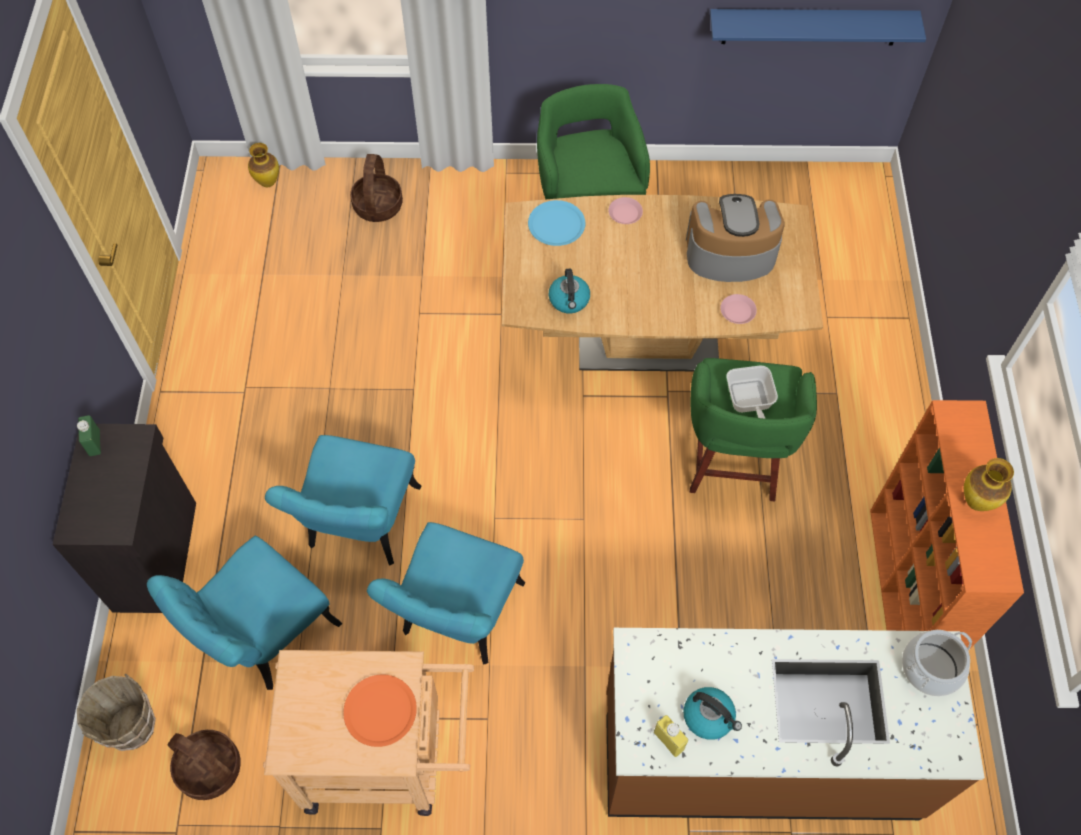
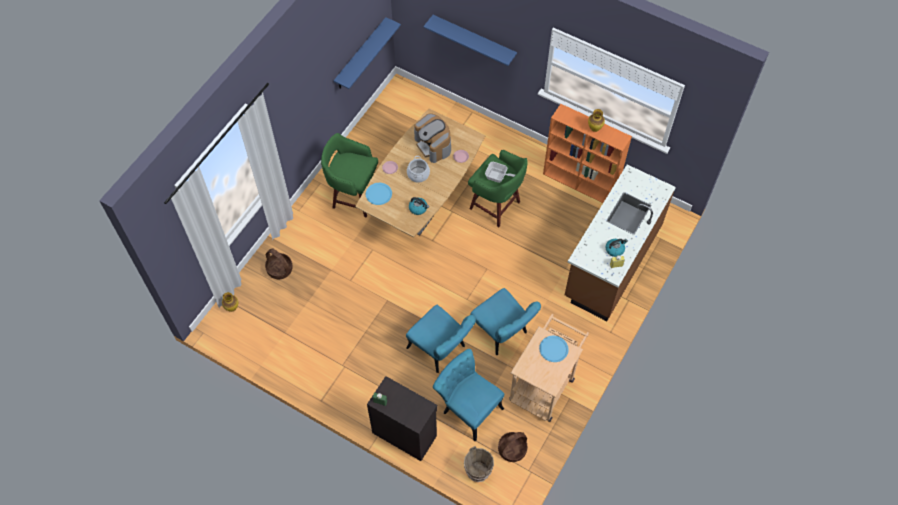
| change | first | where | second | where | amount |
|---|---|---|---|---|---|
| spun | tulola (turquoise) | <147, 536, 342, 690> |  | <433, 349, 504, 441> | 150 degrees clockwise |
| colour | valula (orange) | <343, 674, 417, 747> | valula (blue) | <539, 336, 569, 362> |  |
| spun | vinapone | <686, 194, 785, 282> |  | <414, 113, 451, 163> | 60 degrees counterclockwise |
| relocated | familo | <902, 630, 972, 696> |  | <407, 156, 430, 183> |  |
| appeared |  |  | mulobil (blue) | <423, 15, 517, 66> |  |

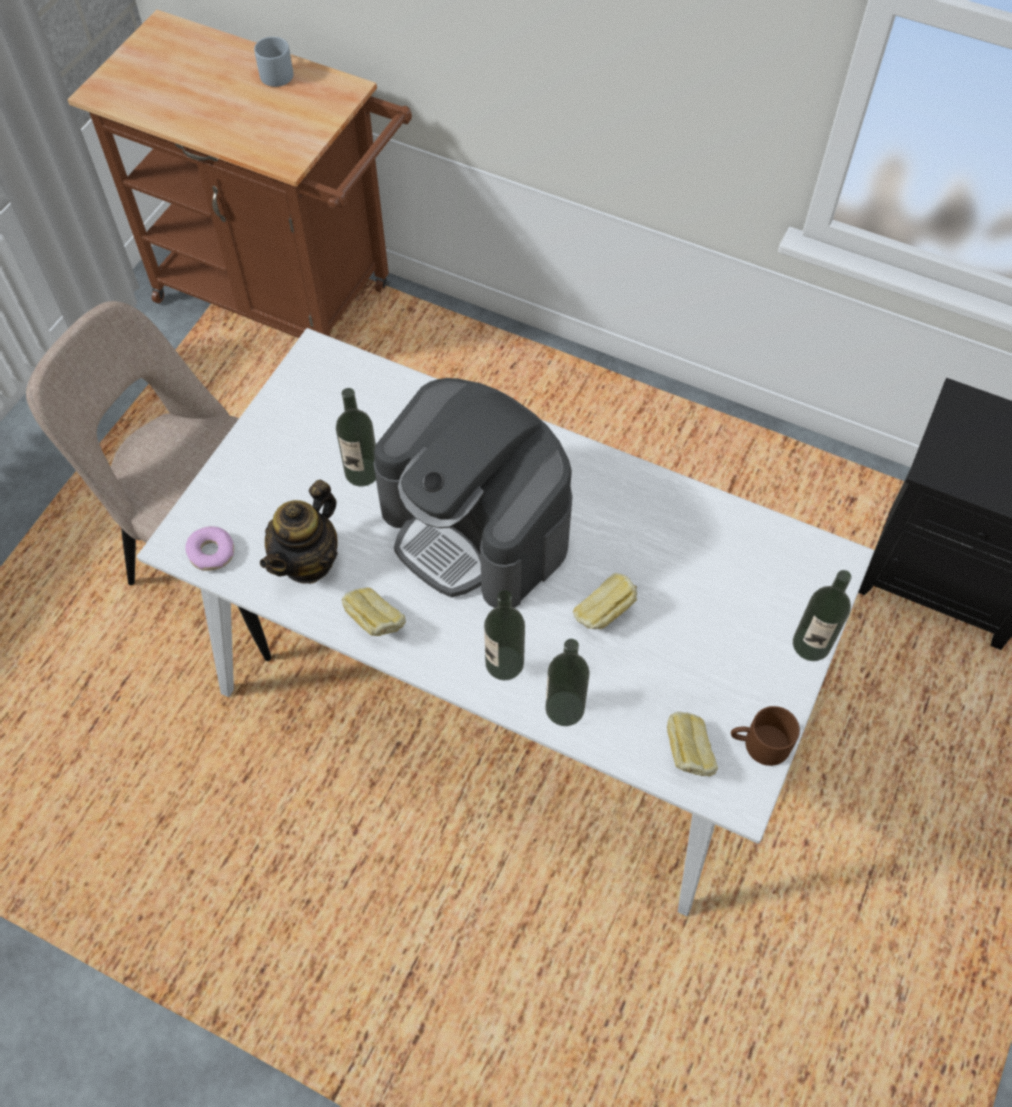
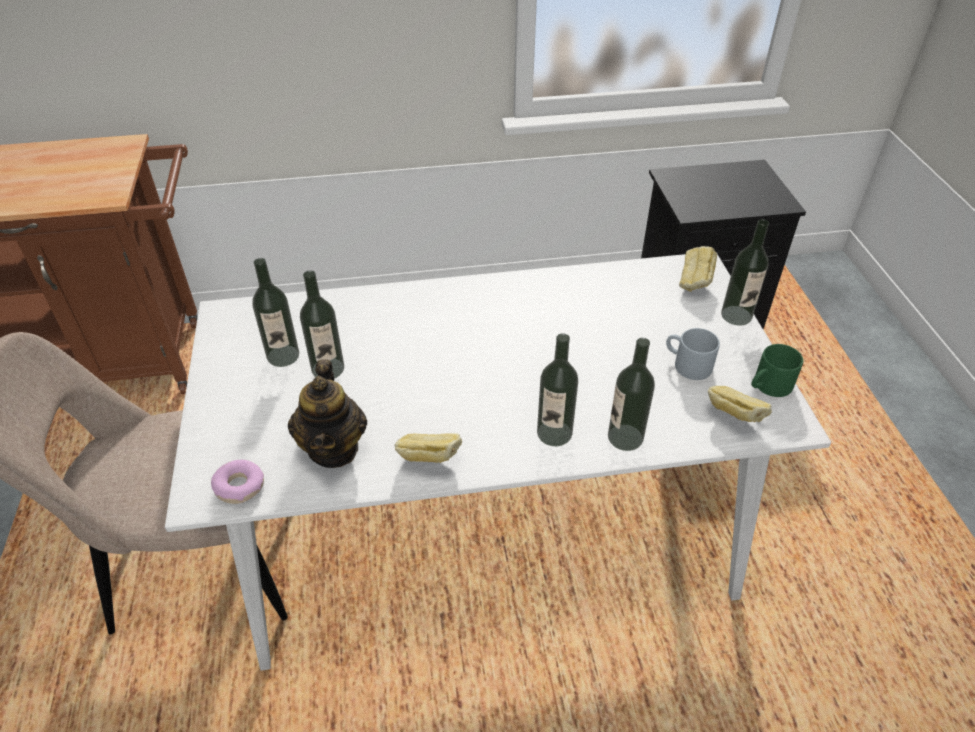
| change | first | where | second | where | amount |
|---|---|---|---|---|---|
| relocated | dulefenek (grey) | <254, 37, 294, 87> |  | <666, 328, 720, 380> |  |
| missing | vinapone | <373, 378, 573, 608> |  |  |  |
| relocated | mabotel | <573, 573, 637, 629> |  | <679, 246, 717, 292> |  |
| colour | dulefenek (brown) | <731, 706, 800, 766> | dulefenek (green) | <751, 344, 803, 397> |  |
| appeared |  |  | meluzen | <252, 258, 299, 367> |  |

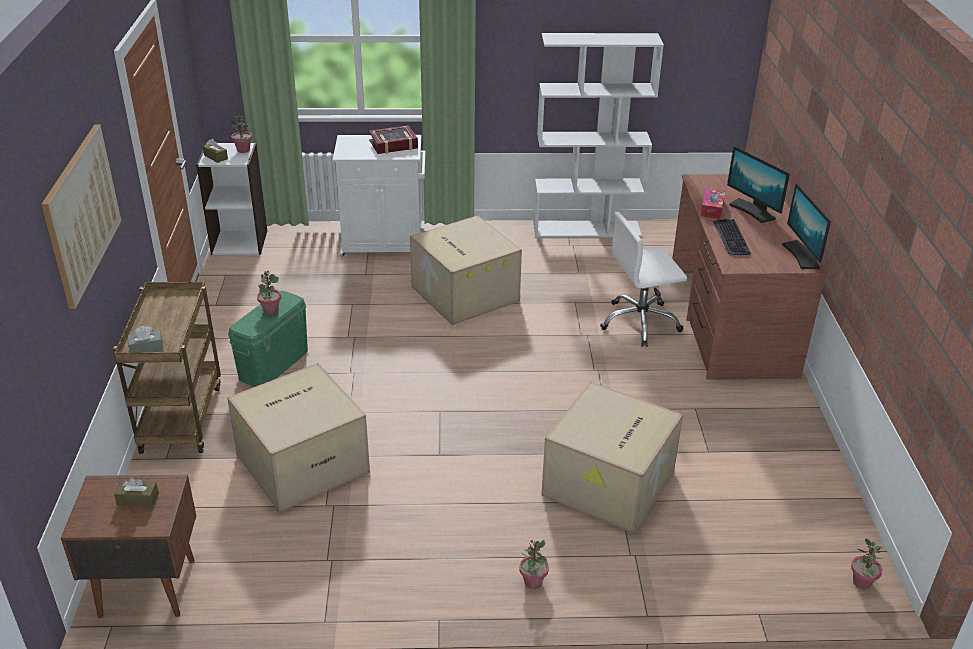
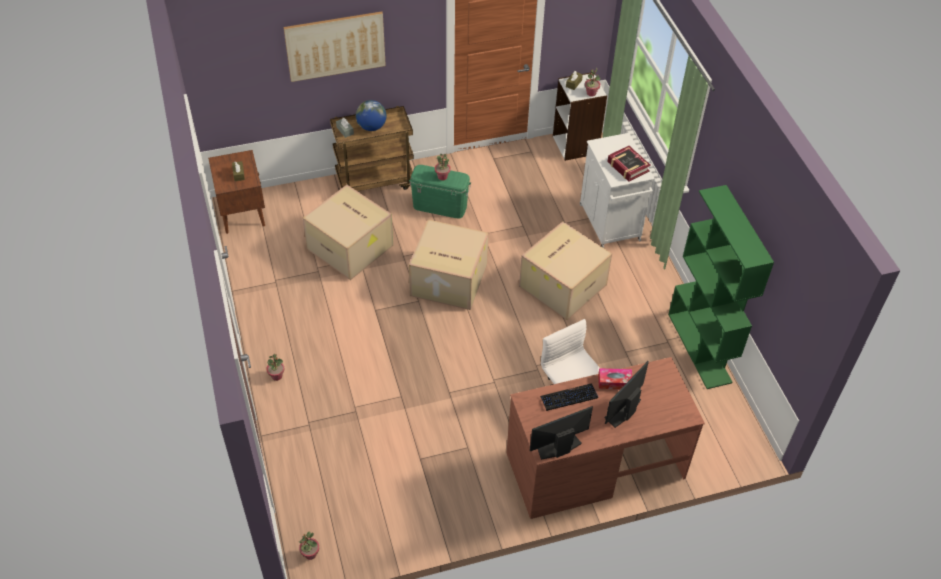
| change | first | where | second | where | amount |
|---|---|---|---|---|---|
| colour | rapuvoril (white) | <533, 33, 664, 238> | rapuvoril (green) | <668, 185, 774, 389> |  |
| relocated | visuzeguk | <541, 382, 683, 534> |  | <409, 219, 489, 310> |  |
| appeared |  |  | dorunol | <356, 100, 386, 131> |  |

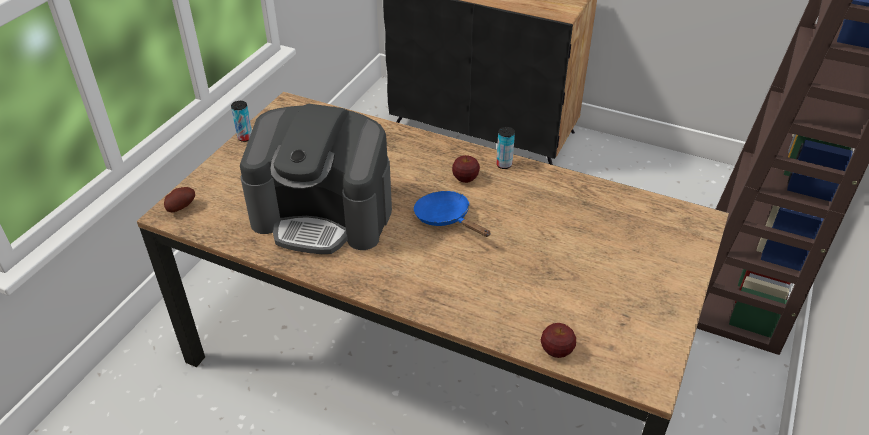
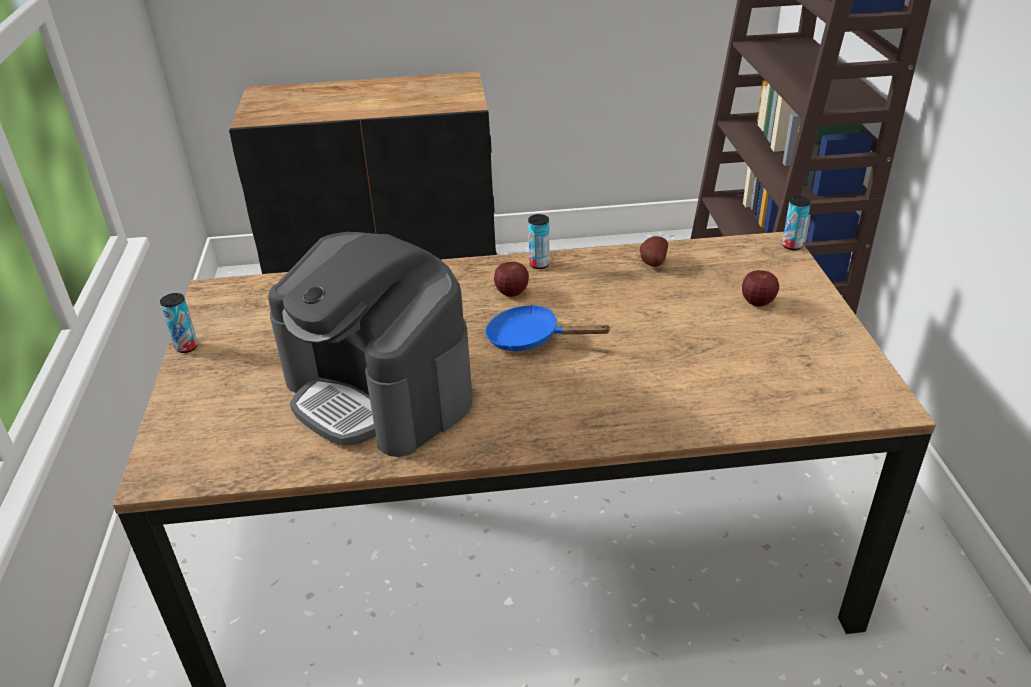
| change | first | where | second | where | amount |
|---|---|---|---|---|---|
| relocated | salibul | <164, 187, 195, 212> |  | <640, 236, 668, 267> |  |
| spun | vinapone | <240, 104, 392, 254> |  | <268, 232, 473, 457> | 60 degrees clockwise |
| relocated | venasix | <541, 323, 576, 358> |  | <742, 270, 779, 307> |  |
| appeared |  |  | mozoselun | <782, 196, 811, 250> |  |

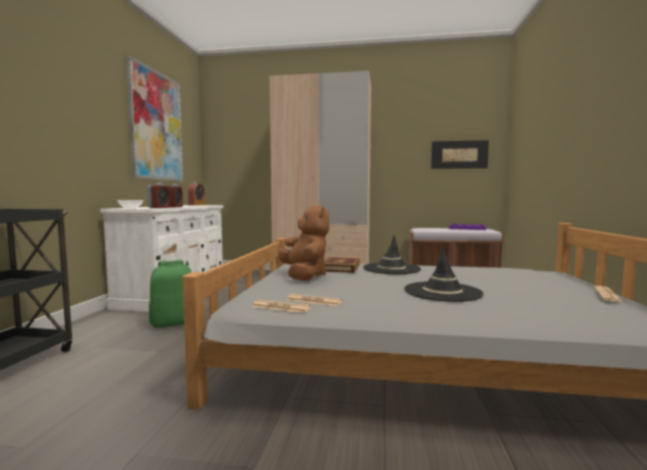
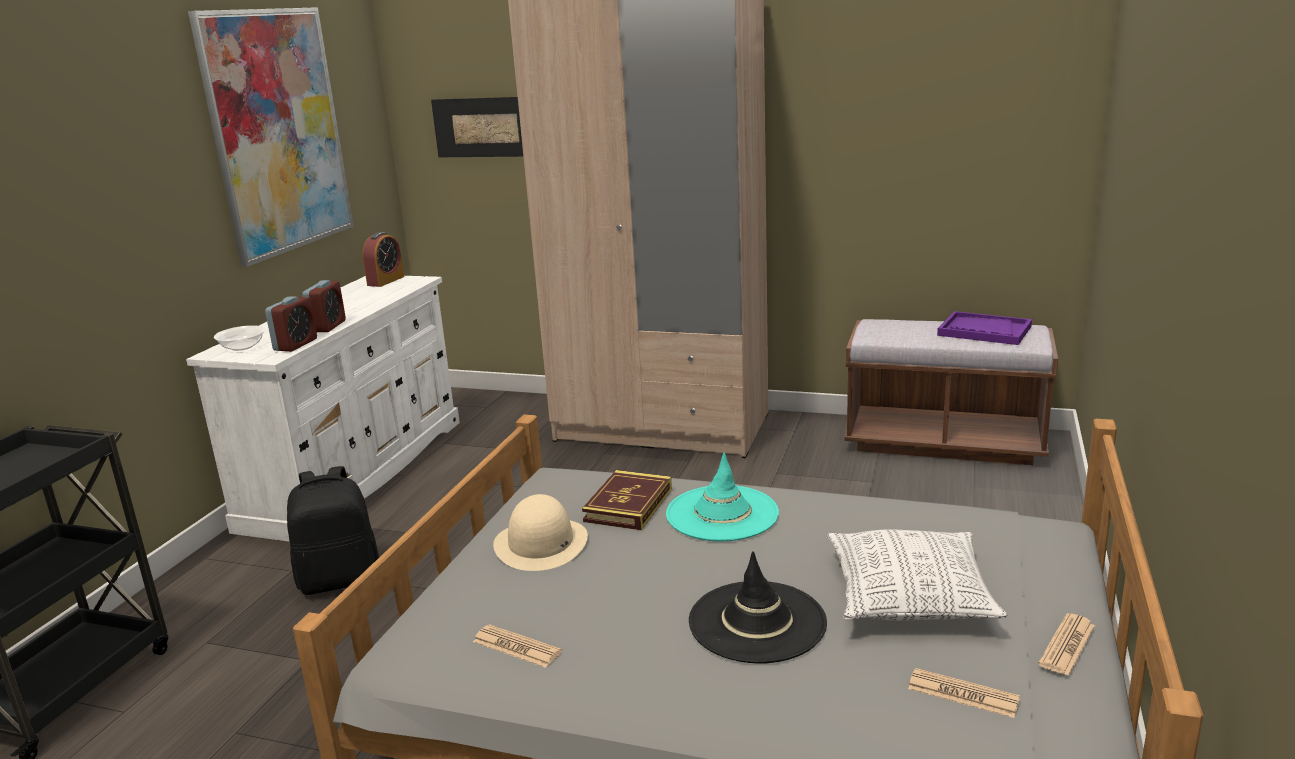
| change | first | where | second | where | amount |
|---|---|---|---|---|---|
| colour | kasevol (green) | <149, 260, 191, 328> | kasevol (black) | <287, 466, 379, 595> |  |
| relocated | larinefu | <252, 300, 311, 313> |  | <908, 668, 1020, 718> |  |
| exchanged | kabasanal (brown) | <278, 205, 329, 281> | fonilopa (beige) | <493, 494, 588, 571> |  |
| colour | fonilopa (black) | <363, 235, 421, 274> | fonilopa (turquoise) | <666, 452, 779, 542> |  |
| relocated | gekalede | <431, 140, 489, 169> |  | <431, 97, 523, 157> |  |
| appeared |  |  | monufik | <828, 530, 1007, 621> |  |

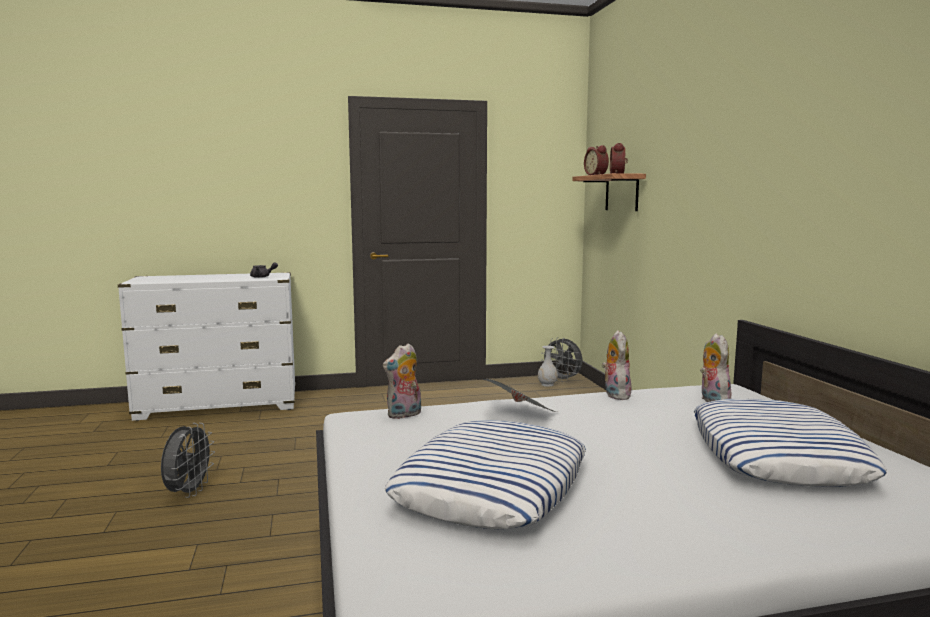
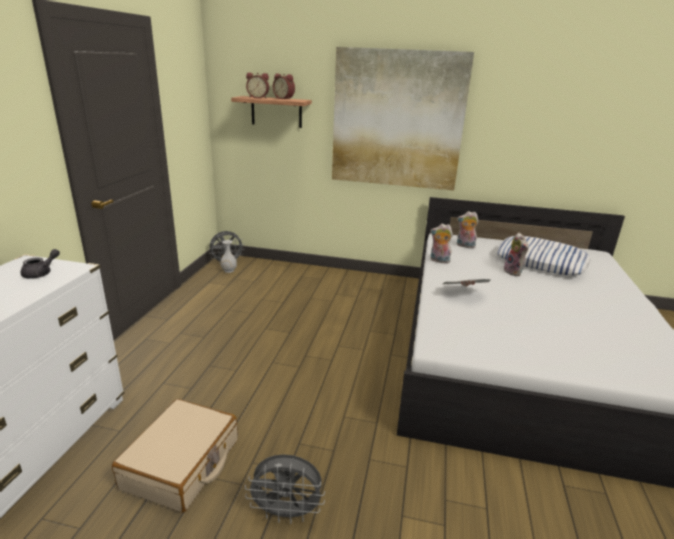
| change | first | where | second | where | amount |
|---|---|---|---|---|---|
| spun | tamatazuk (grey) | <161, 423, 215, 498> |  | <245, 454, 325, 524> | 150 degrees clockwise |
| relocated | kabasanal | <383, 343, 421, 419> |  | <504, 232, 529, 276> |  |
| missing | monufik | <384, 420, 586, 529> |  |  |  |
| appeared |  |  | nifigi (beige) | <112, 399, 238, 513> |  |
| appeared |  |  | gekalede | <332, 47, 474, 190> |  |

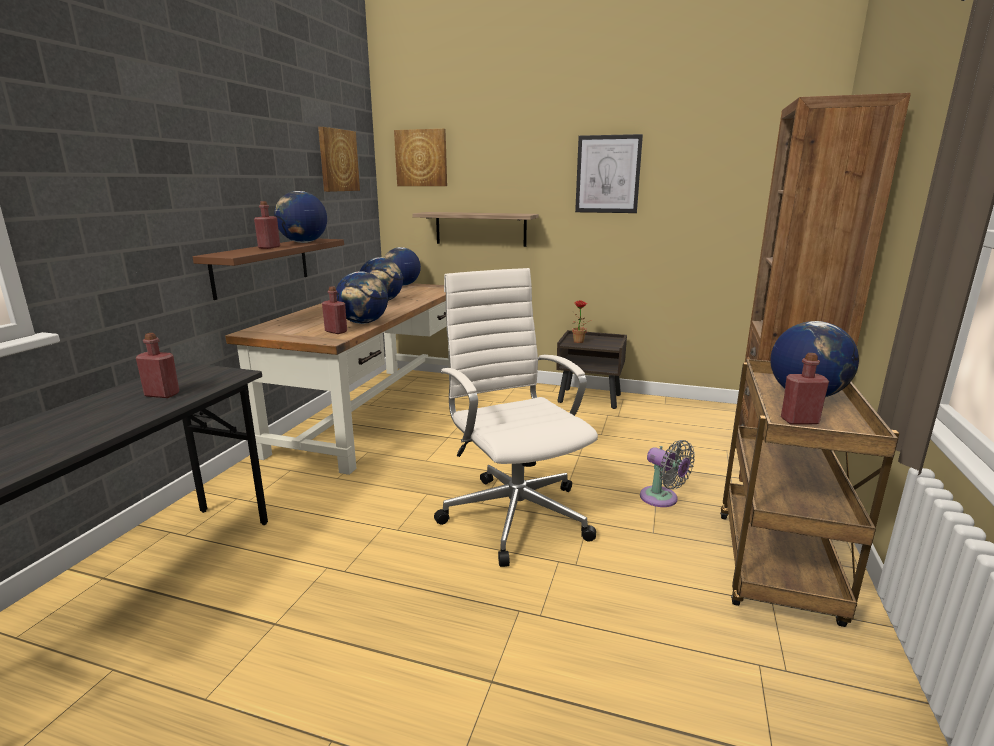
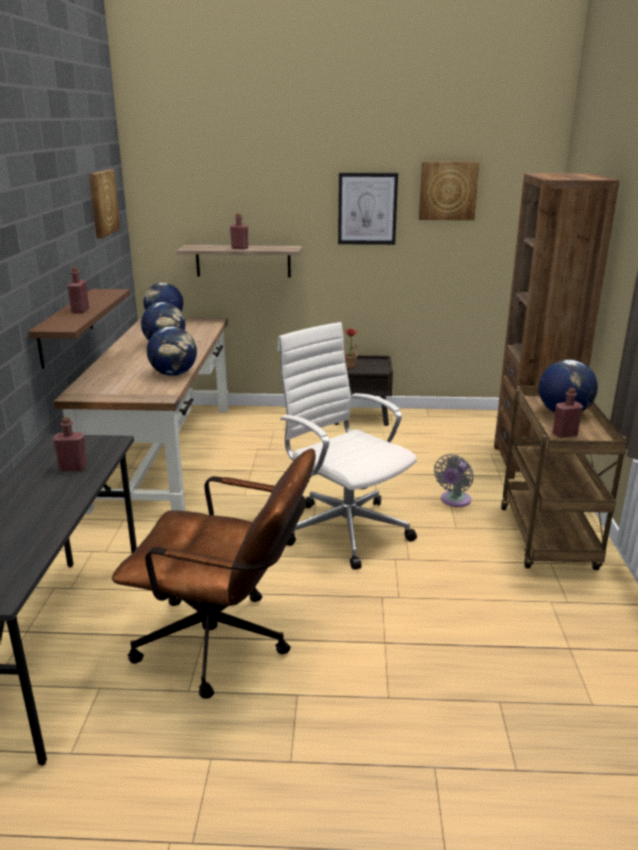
| change | first | where | second | where | amount |
|---|---|---|---|---|---|
| missing | dorunol | <274, 191, 327, 243> |  |  |  |
| relocated | meluzen (red) | <322, 286, 347, 334> |  | <230, 213, 248, 249> |  |
| relocated | gekalede | <394, 129, 447, 186> |  | <419, 162, 479, 220> |  |
| spun | tamatazuk (grey) | <640, 440, 695, 507> |  | <434, 454, 474, 507> | 90 degrees clockwise |
| appeared |  |  | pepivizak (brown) | <112, 448, 316, 699> |  |

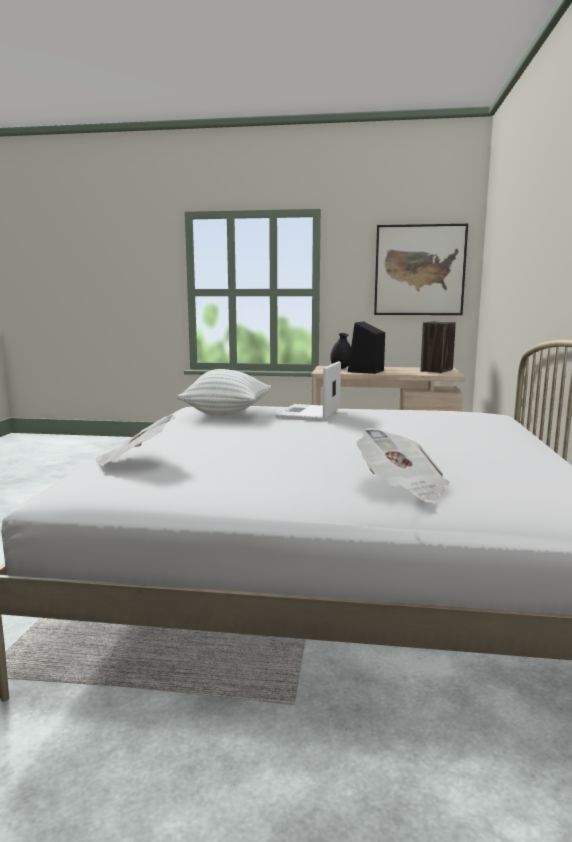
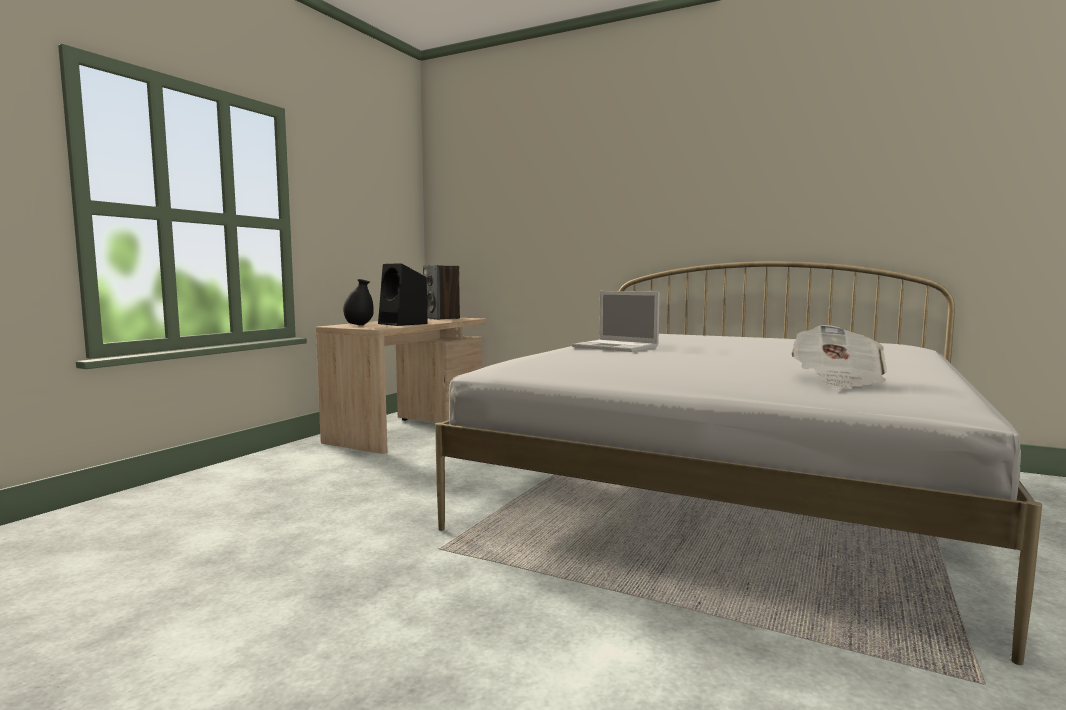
| change | first | where | second | where | amount |
|---|---|---|---|---|---|
| missing | monufik | <177, 369, 271, 415> |  |  |  |
| missing | larinefu | <357, 428, 450, 503> |  |  |  |
| missing | gekalede | <374, 224, 468, 315> |  |  |  |

